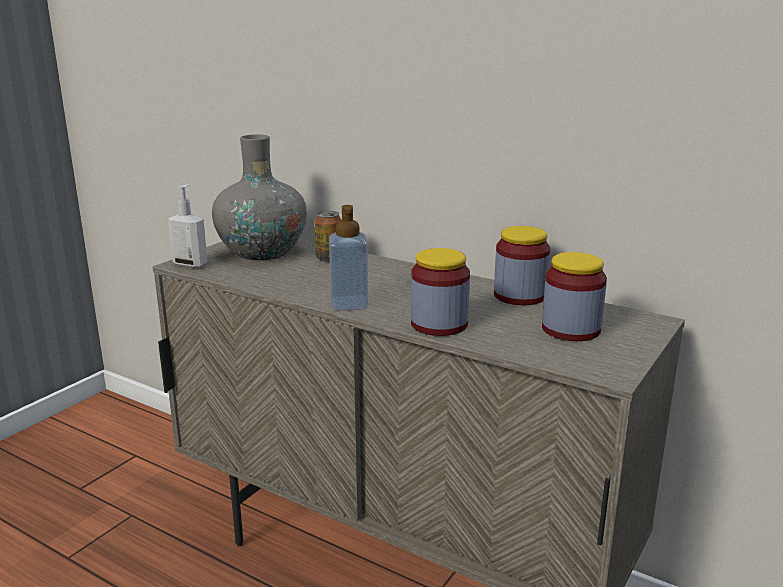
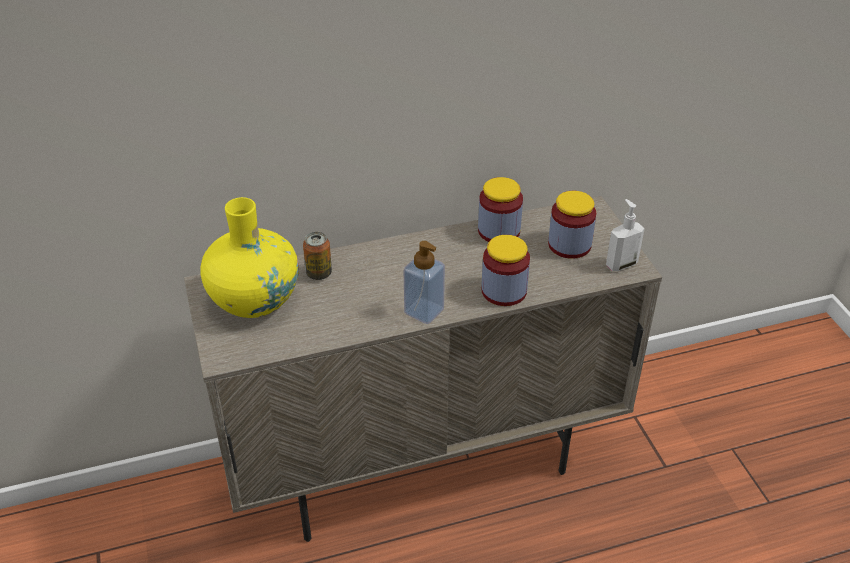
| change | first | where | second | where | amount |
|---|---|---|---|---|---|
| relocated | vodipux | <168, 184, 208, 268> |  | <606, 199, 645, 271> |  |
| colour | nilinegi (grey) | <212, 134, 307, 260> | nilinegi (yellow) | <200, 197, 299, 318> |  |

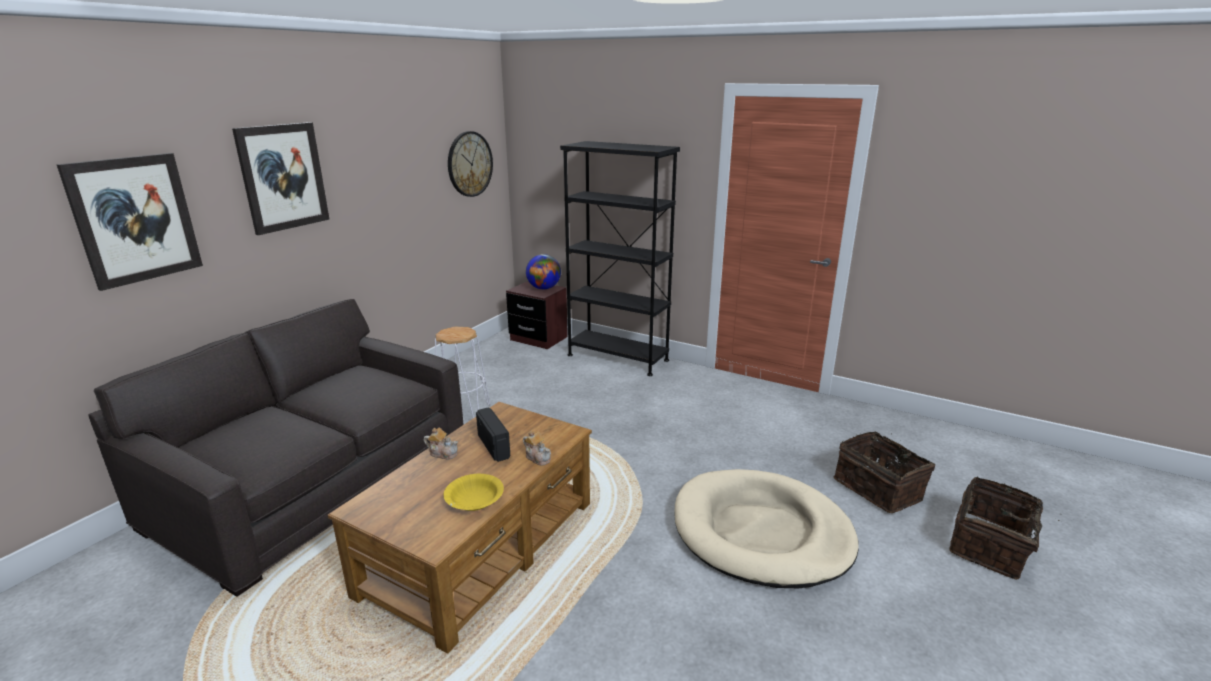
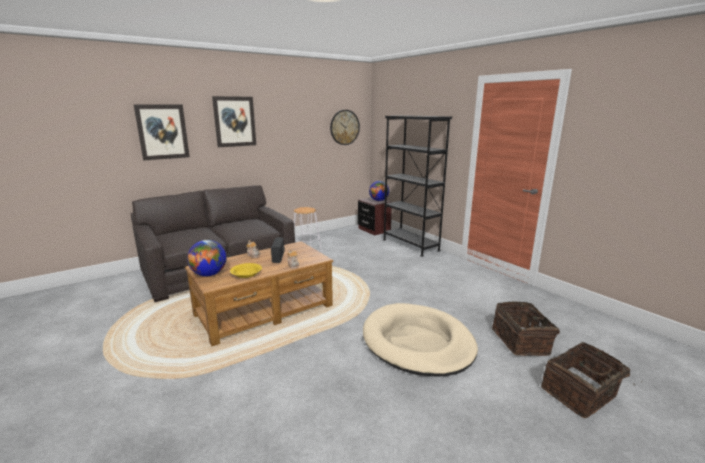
| change | first | where | second | where | amount |
|---|---|---|---|---|---|
| appeared |  |  | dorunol | <187, 240, 227, 276> |  |

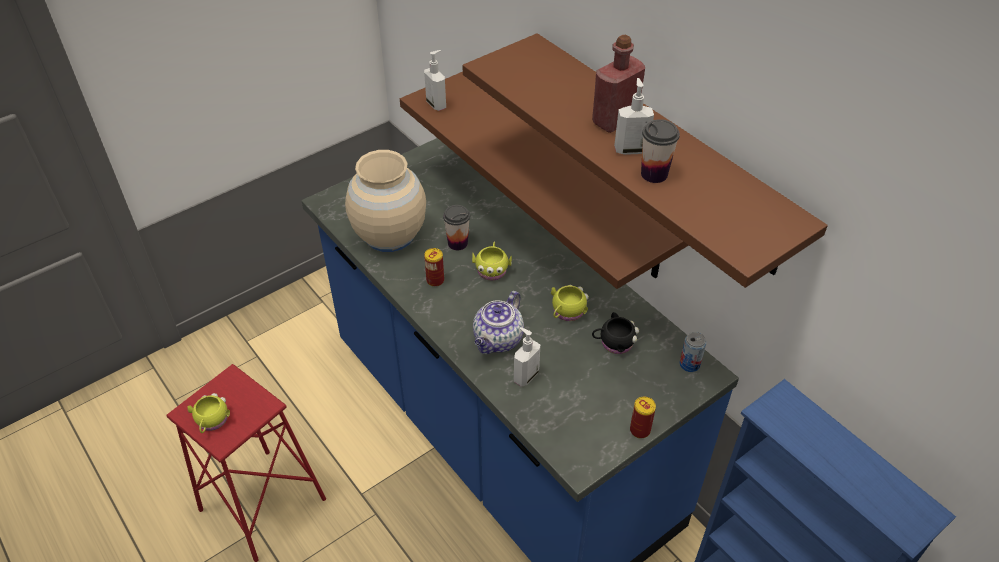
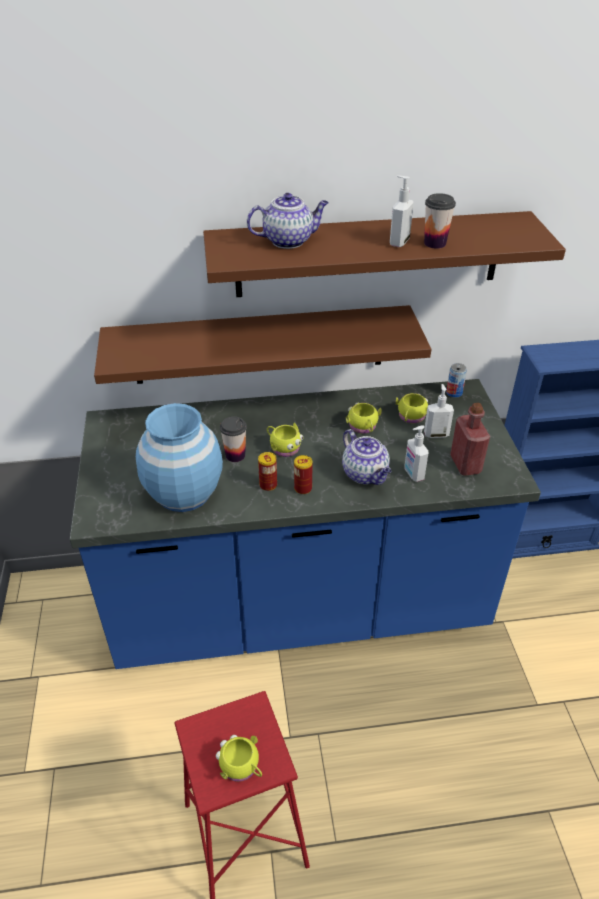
| change | first | where | second | where | amount |
|---|---|---|---|---|---|
| colour | nilinegi (beige) | <345, 150, 426, 252> | nilinegi (blue) | <136, 403, 223, 512> |  |
| relocated | vodipux | <424, 50, 446, 111> |  | <424, 384, 454, 438> |  |
| relocated | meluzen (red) | <592, 35, 645, 133> |  | <450, 403, 490, 476> |  |
| colour | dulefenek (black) | <592, 312, 639, 354> | dulefenek (yellow) | <395, 393, 428, 424> |  |
| relocated | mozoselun | <630, 397, 656, 438> |  | <294, 455, 313, 494> |  |
| appeared |  |  | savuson | <247, 193, 329, 249> |  |

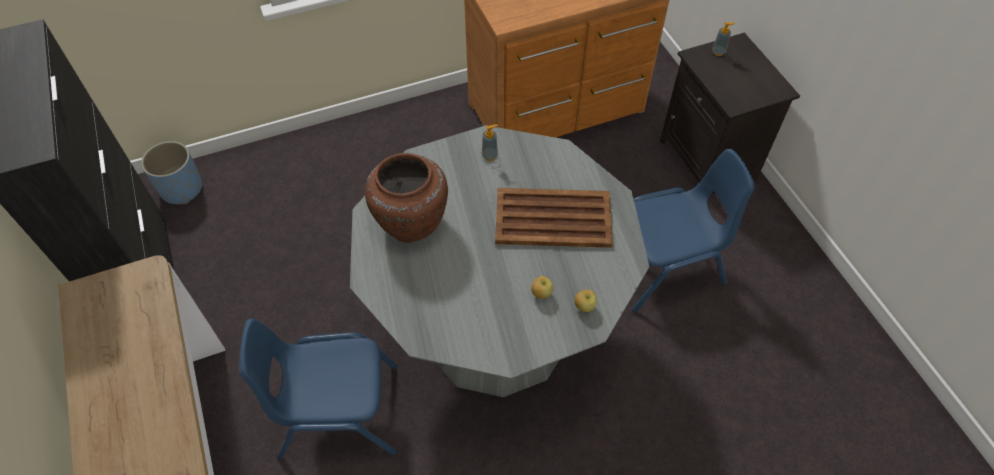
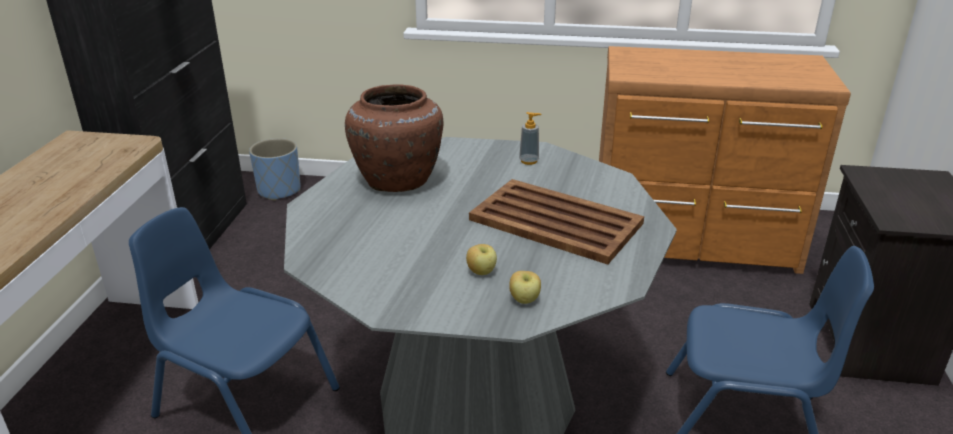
| change | first | where | second | where | amount |
|---|---|---|---|---|---|
| missing | vodipux | <712, 22, 735, 56> |  |  |  |

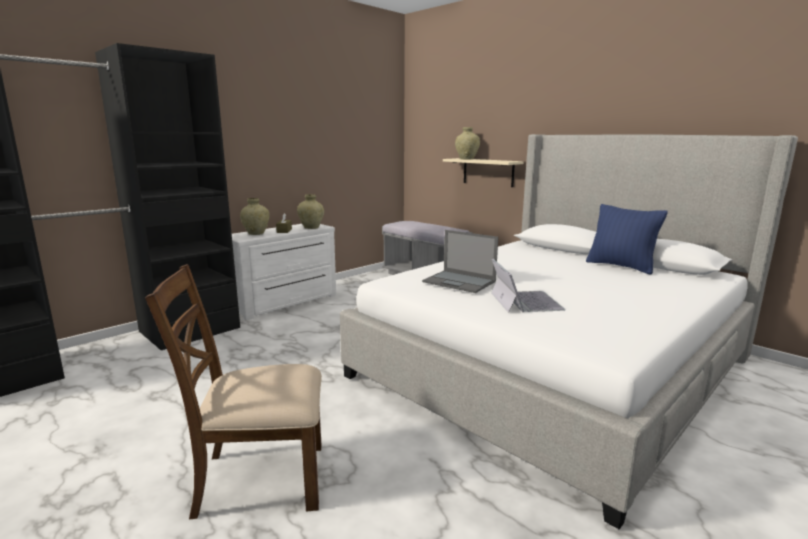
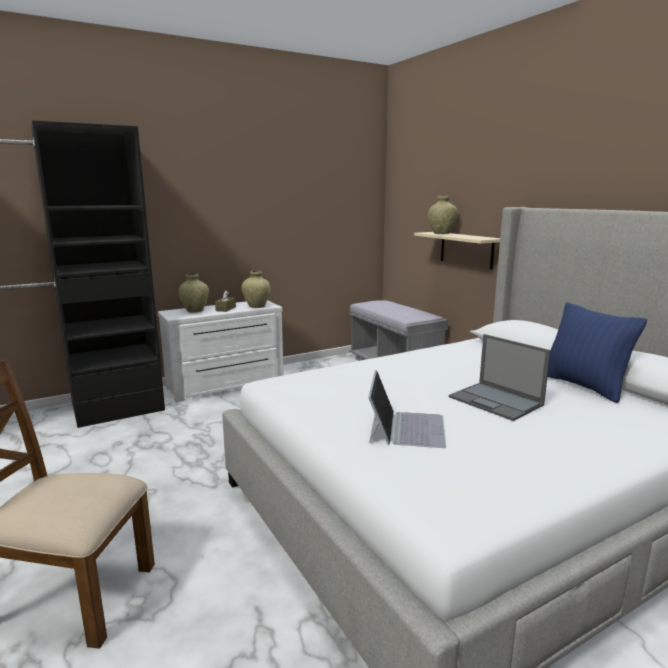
| change | first | where | second | where | amount |
|---|---|---|---|---|---|
| relocated | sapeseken | <422, 230, 498, 293> |  | <449, 334, 551, 421> |  |

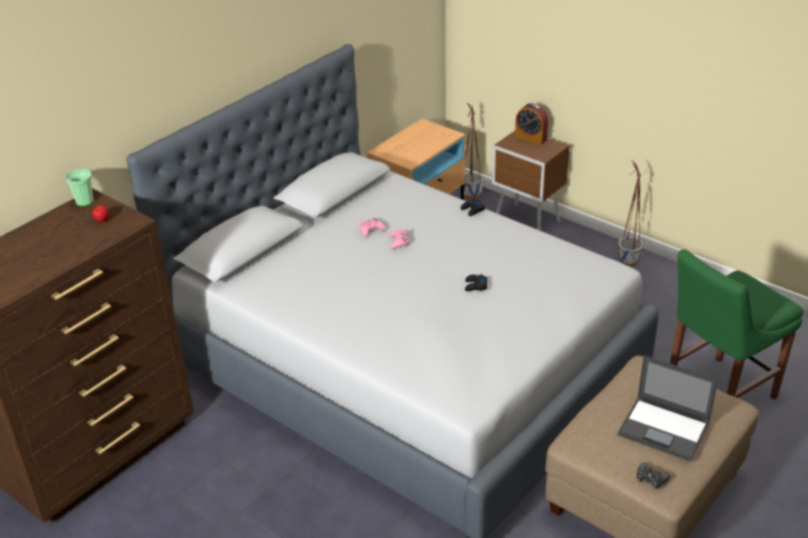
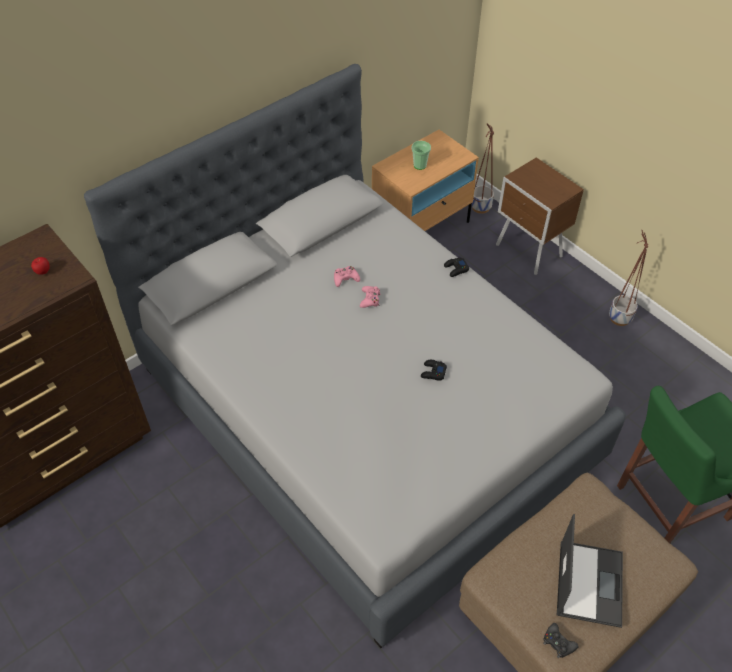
| change | first | where | second | where | amount |
|---|---|---|---|---|---|
| relocated | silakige | <65, 169, 93, 206> |  | <411, 141, 431, 170> |  |
| missing | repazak | <515, 103, 548, 145> |  |  |  |
| spun | sapeseken | <618, 355, 718, 462> |  | <557, 514, 623, 628> | 120 degrees counterclockwise |

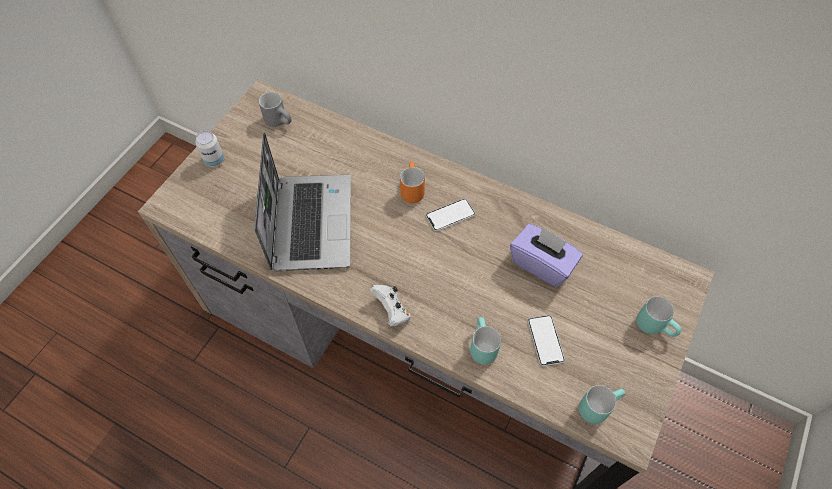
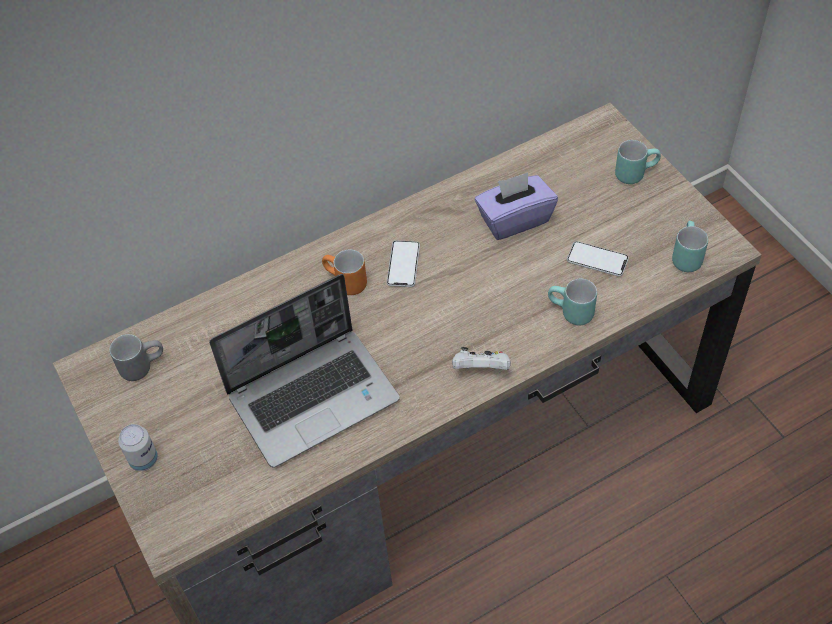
| change | first | where | second | where | amount |
|---|---|---|---|---|---|
| spun | sapeseken | <254, 133, 351, 271> |  | <209, 274, 400, 468> | 120 degrees clockwise |

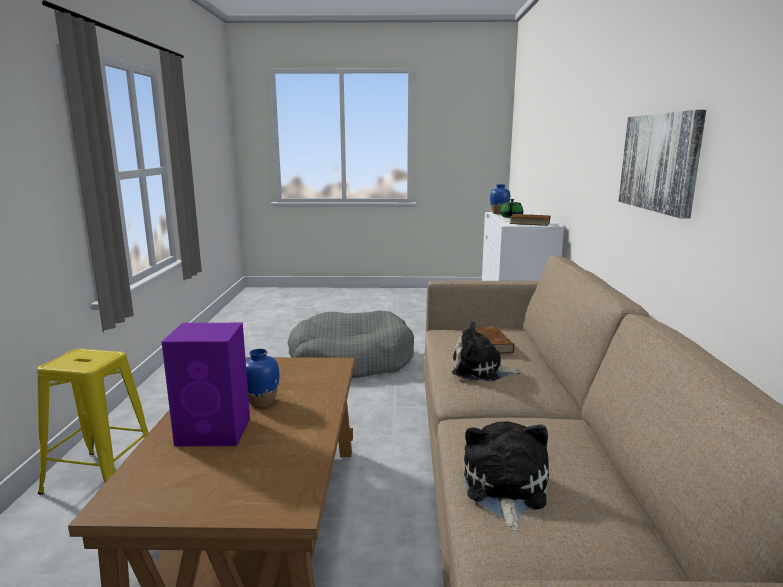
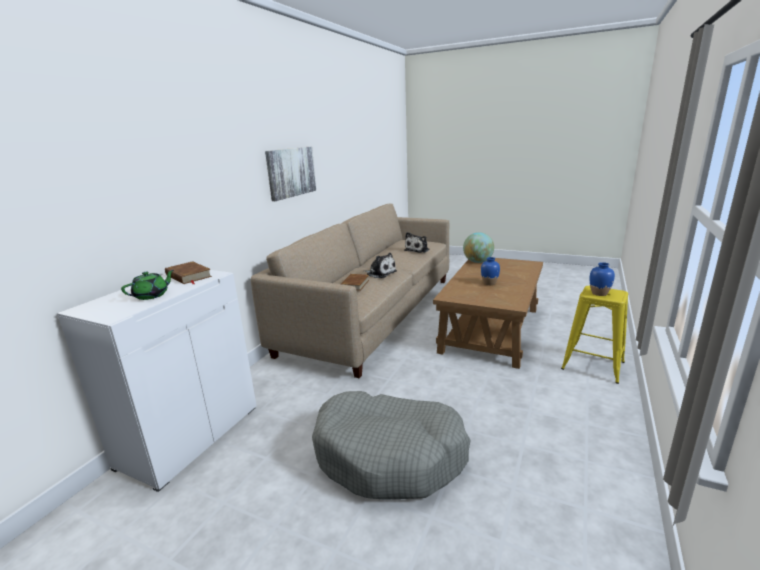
| change | first | where | second | where | amount |
|---|---|---|---|---|---|
| missing | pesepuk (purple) | <162, 323, 250, 447> |  |  |  |
| relocated | nilinegi (blue) | <490, 184, 510, 214> |  | <590, 262, 615, 296> |  |
| appeared |  |  | dorunol | <463, 232, 494, 263> |  |

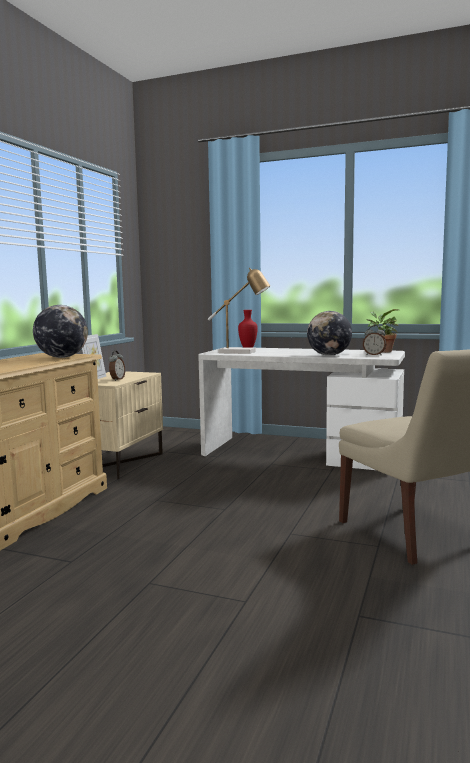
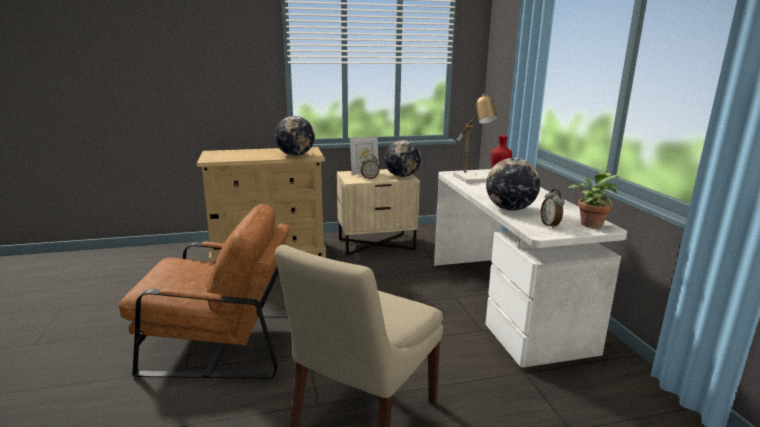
| change | first | where | second | where | amount |
|---|---|---|---|---|---|
| appeared |  |  | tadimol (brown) | <119, 204, 290, 379> |  |
| appeared |  |  | dorunol | <385, 140, 421, 177> |  |

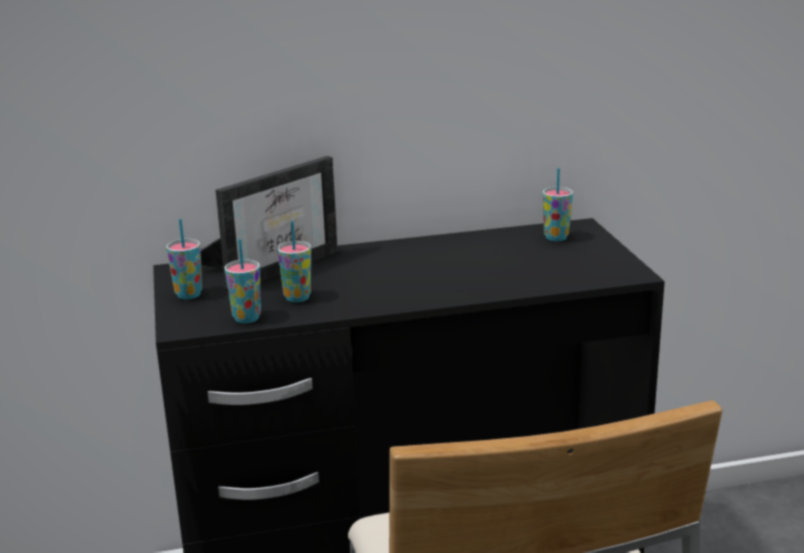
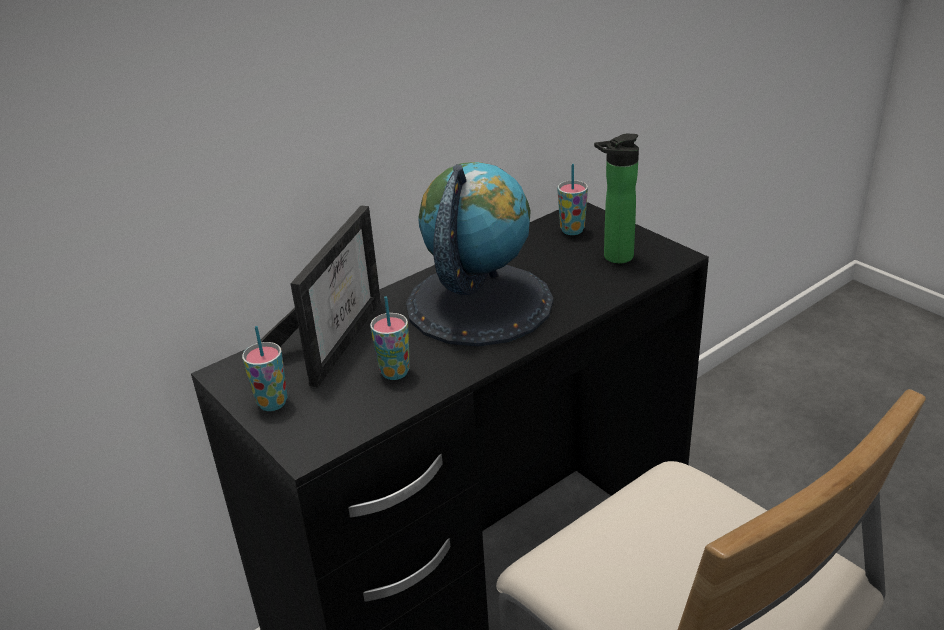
| change | first | where | second | where | amount |
|---|---|---|---|---|---|
| missing | silakige | <224, 239, 261, 324> |  |  |  |
| appeared |  |  | dorunol | <406, 162, 553, 346> |  |
| appeared |  |  | meluzen | <594, 134, 639, 263> |  |

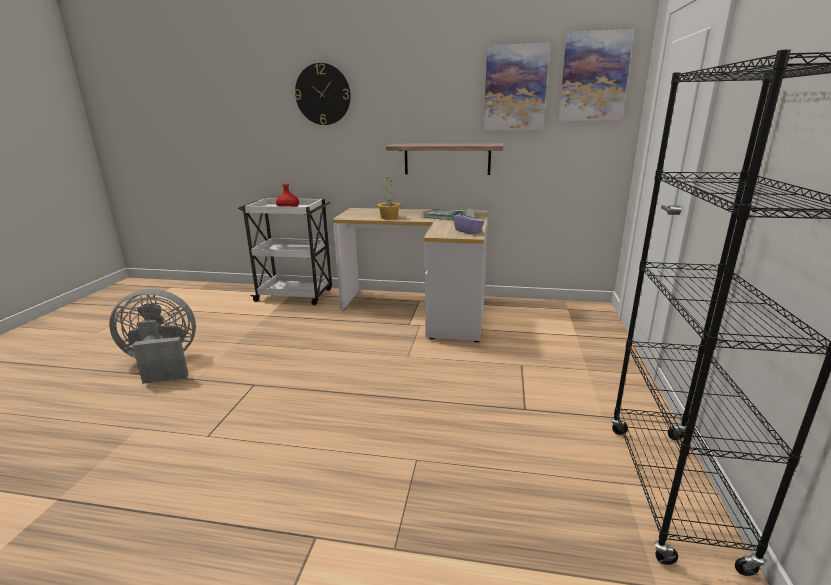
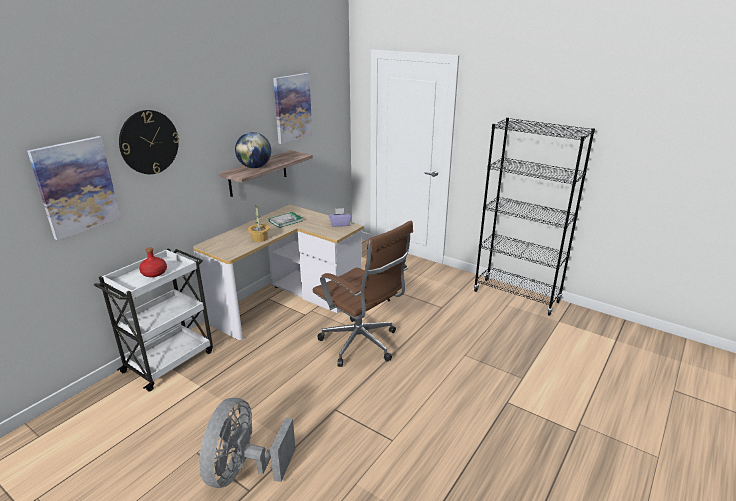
| change | first | where | second | where | amount |
|---|---|---|---|---|---|
| relocated | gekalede | <559, 29, 634, 121> |  | <27, 136, 121, 240> |  |
| appeared |  |  | dorunol | <235, 132, 271, 168> |  |
| appeared |  |  | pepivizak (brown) | <313, 221, 413, 367> |  |

